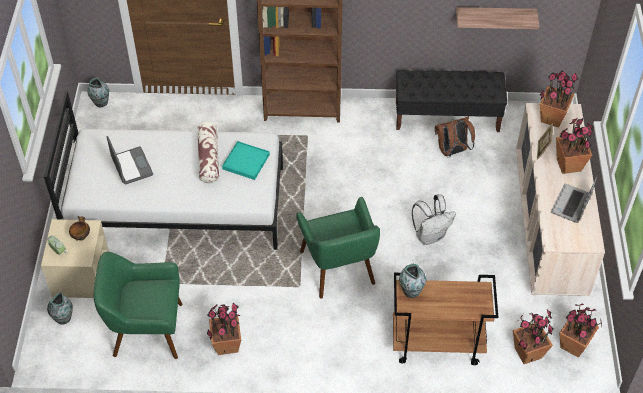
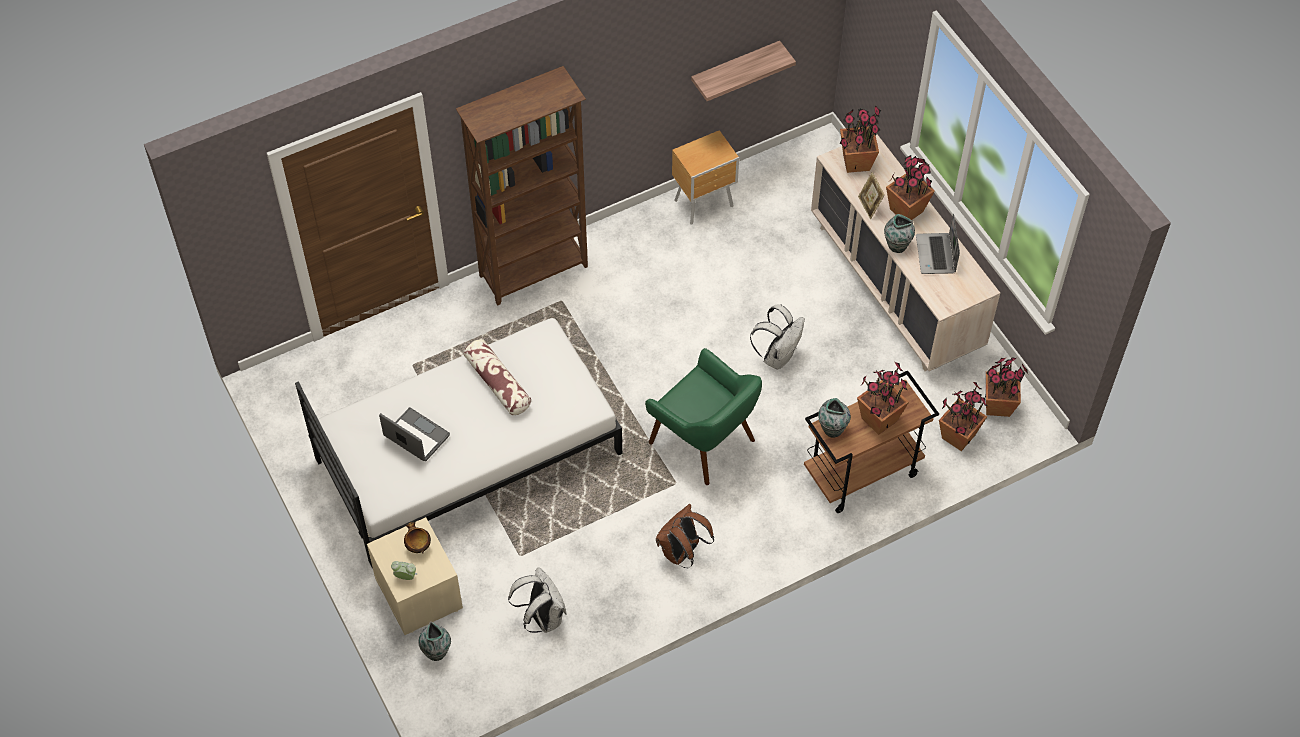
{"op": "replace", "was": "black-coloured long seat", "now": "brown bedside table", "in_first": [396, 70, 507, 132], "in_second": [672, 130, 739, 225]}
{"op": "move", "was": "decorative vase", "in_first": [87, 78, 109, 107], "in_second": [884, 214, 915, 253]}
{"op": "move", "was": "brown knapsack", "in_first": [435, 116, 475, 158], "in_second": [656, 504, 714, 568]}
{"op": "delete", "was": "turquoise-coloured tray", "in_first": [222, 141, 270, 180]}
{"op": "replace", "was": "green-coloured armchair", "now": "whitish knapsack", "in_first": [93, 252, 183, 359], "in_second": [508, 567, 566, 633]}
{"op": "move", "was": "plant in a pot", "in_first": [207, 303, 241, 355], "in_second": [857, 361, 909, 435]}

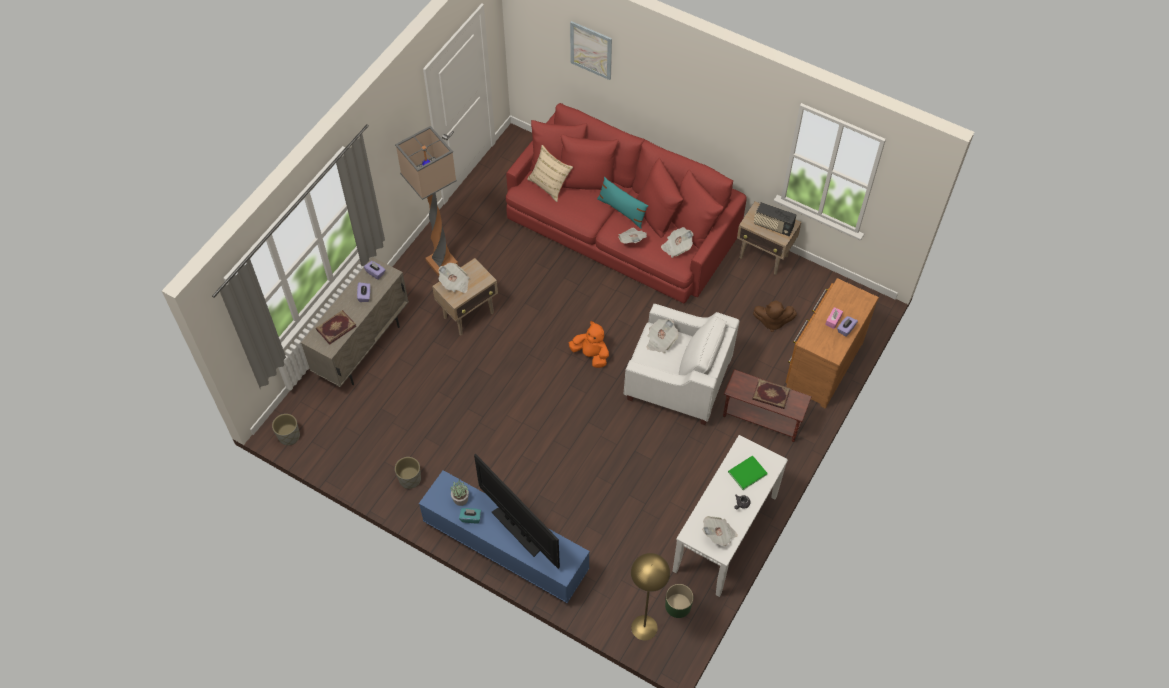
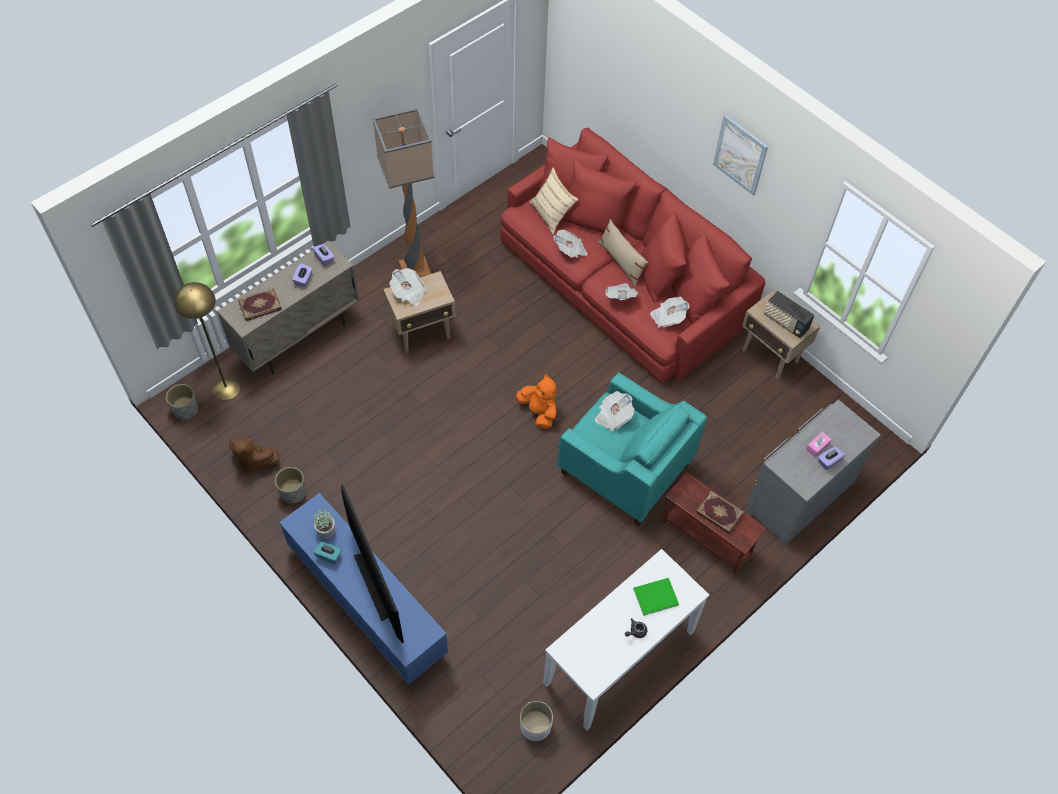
{"op": "move", "was": "picture", "in_first": [570, 21, 612, 80], "in_second": [713, 115, 768, 196]}
{"op": "recolor", "was": "turquoise-coloured throw pillow", "now": "beige throw pillow", "in_first": [597, 177, 648, 229], "in_second": [598, 219, 648, 287]}
{"op": "recolor", "was": "brown dresser", "now": "grey dresser", "in_first": [785, 278, 879, 409], "in_second": [746, 400, 881, 546]}
{"op": "move", "was": "brown soft toy", "in_first": [753, 300, 797, 332], "in_second": [229, 437, 280, 473]}
{"op": "recolor", "was": "whitish armchair", "now": "turquoise-coloured armchair", "in_first": [624, 304, 740, 425], "in_second": [557, 373, 707, 526]}
{"op": "move", "was": "printed paper", "in_first": [702, 516, 738, 546], "in_second": [553, 229, 588, 258]}
{"op": "move", "was": "yellow standing lamp", "in_first": [631, 553, 670, 641], "in_second": [174, 282, 240, 400]}
{"op": "recolor", "was": "green-coloured planter", "now": "whitish planter", "in_first": [665, 584, 693, 618], "in_second": [520, 701, 553, 741]}

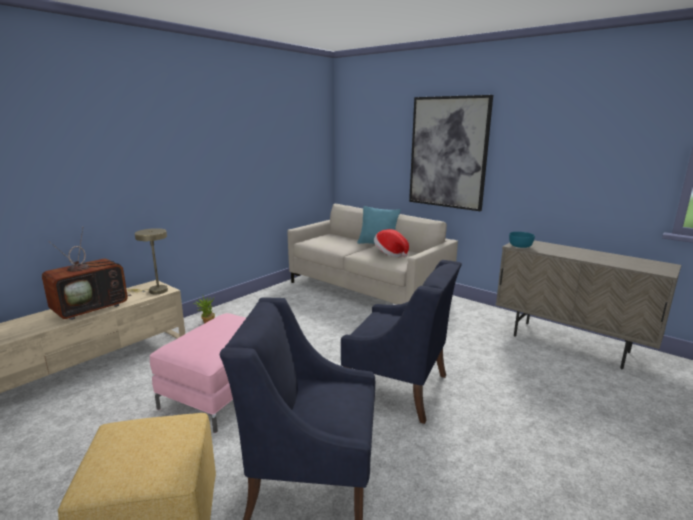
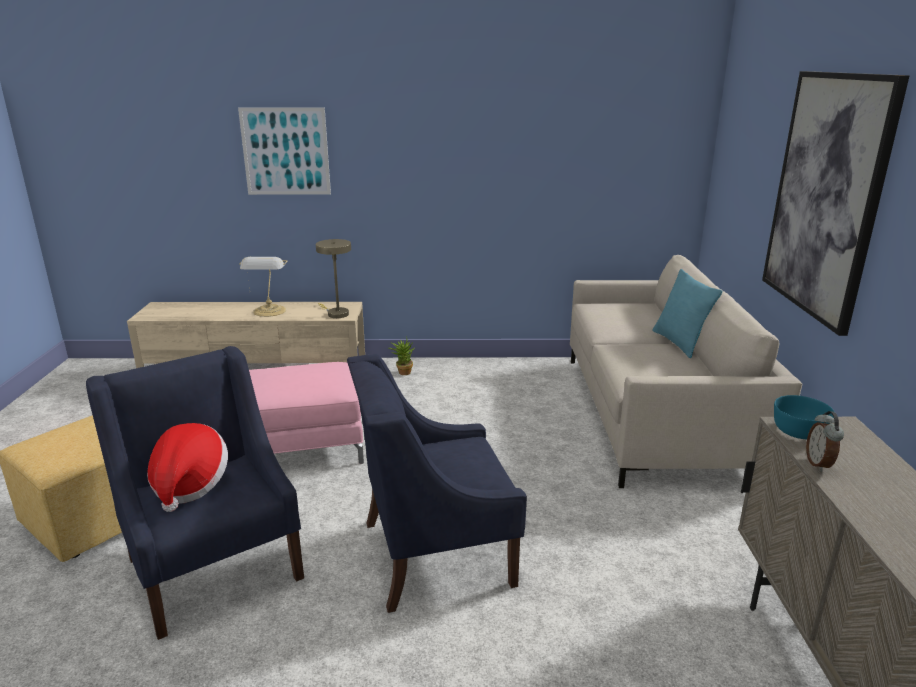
{"op": "replace", "was": "TV set", "now": "table lamp", "in_first": [42, 227, 132, 320], "in_second": [239, 257, 287, 317]}
{"op": "move", "was": "clothing hat", "in_first": [374, 229, 409, 257], "in_second": [147, 423, 228, 512]}
{"op": "rotate", "was": "blue armchair", "in_first": [341, 260, 462, 424], "in_second": [347, 354, 527, 613], "clockwise": 90}
{"op": "insert", "now": "picture", "in_second": [238, 107, 331, 195]}
{"op": "insert", "now": "bedside clock", "in_second": [806, 411, 844, 472]}

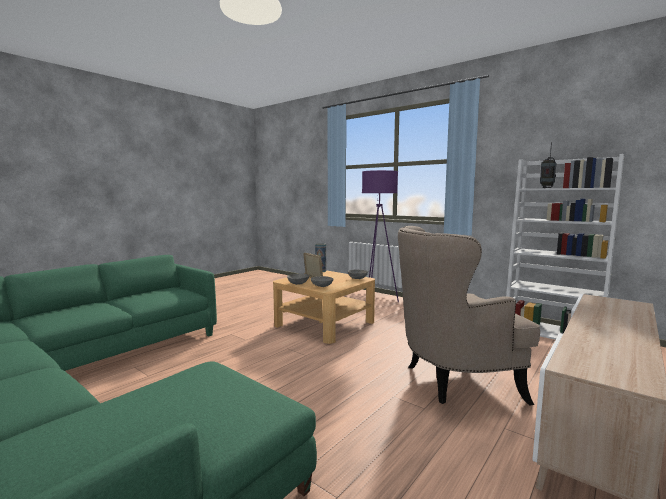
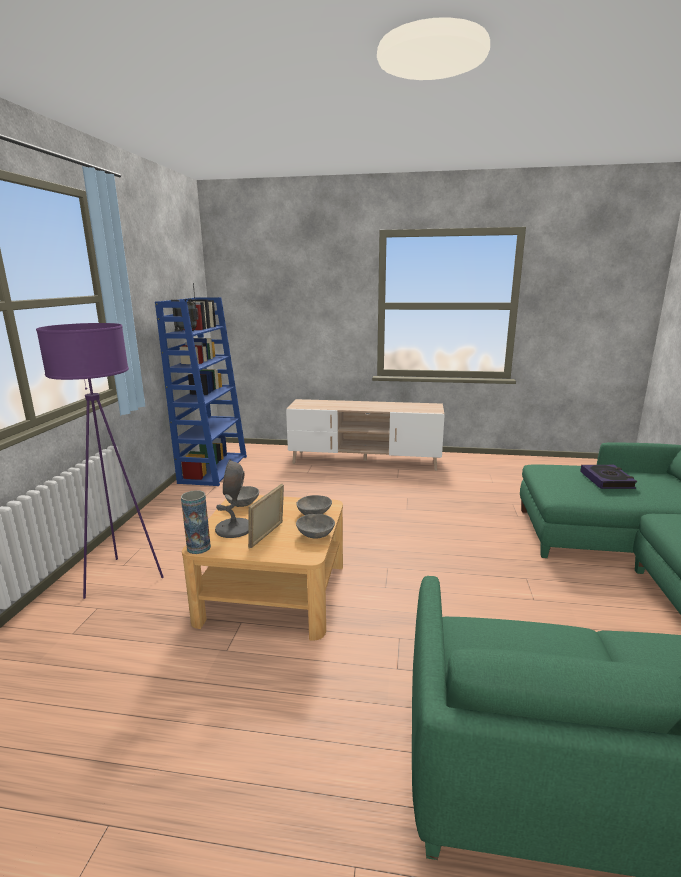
{"op": "recolor", "was": "whitish bookshelf", "now": "blue bookshelf", "in_first": [506, 154, 624, 340], "in_second": [155, 297, 247, 486]}
{"op": "delete", "was": "beige armchair", "in_first": [398, 226, 540, 405]}
{"op": "insert", "now": "grey table lamp", "in_second": [215, 459, 249, 538]}
{"op": "insert", "now": "bound book", "in_second": [580, 465, 637, 489]}

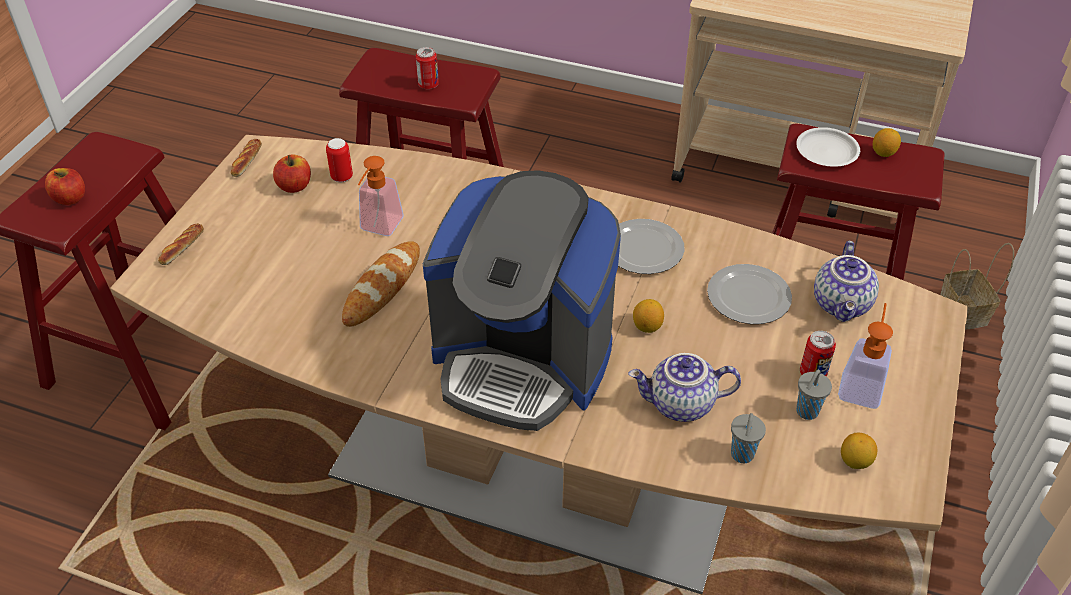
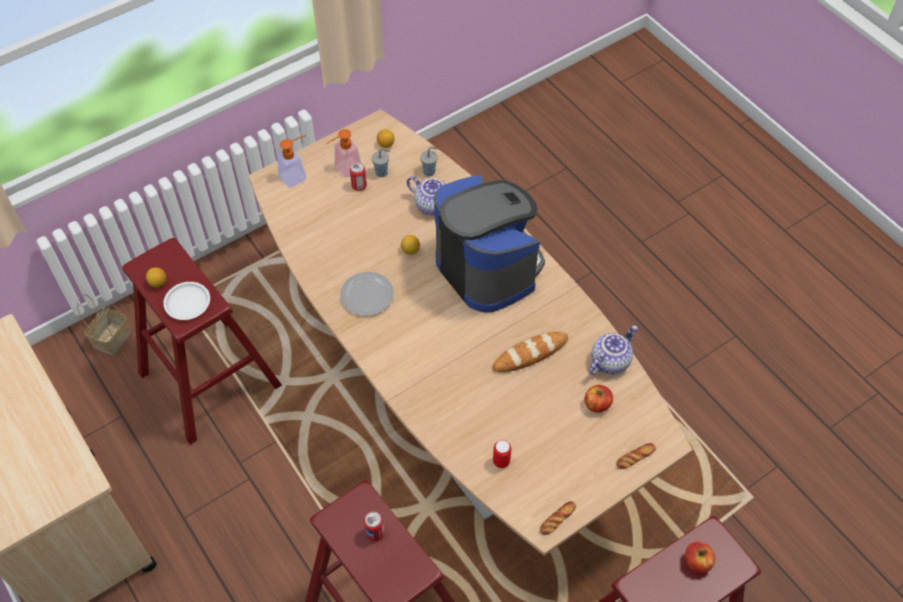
{"op": "move", "was": "apple fruit", "in_first": [273, 154, 311, 193], "in_second": [585, 385, 613, 412]}
{"op": "move", "was": "soap dispenser", "in_first": [358, 156, 403, 236], "in_second": [277, 135, 307, 188]}
{"op": "move", "was": "teapot", "in_first": [814, 241, 879, 322], "in_second": [589, 325, 638, 375]}
{"op": "delete", "was": "flat dish", "in_first": [707, 264, 792, 324]}

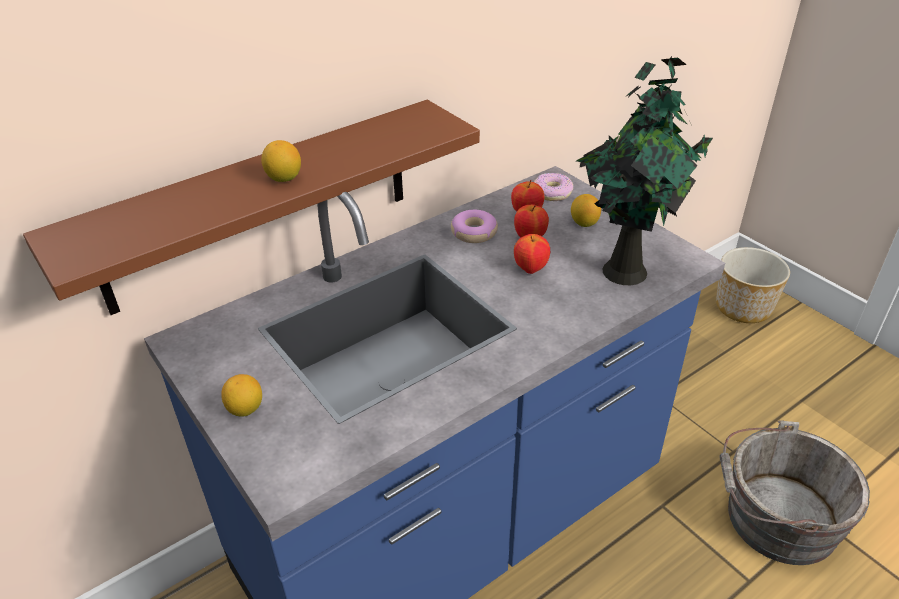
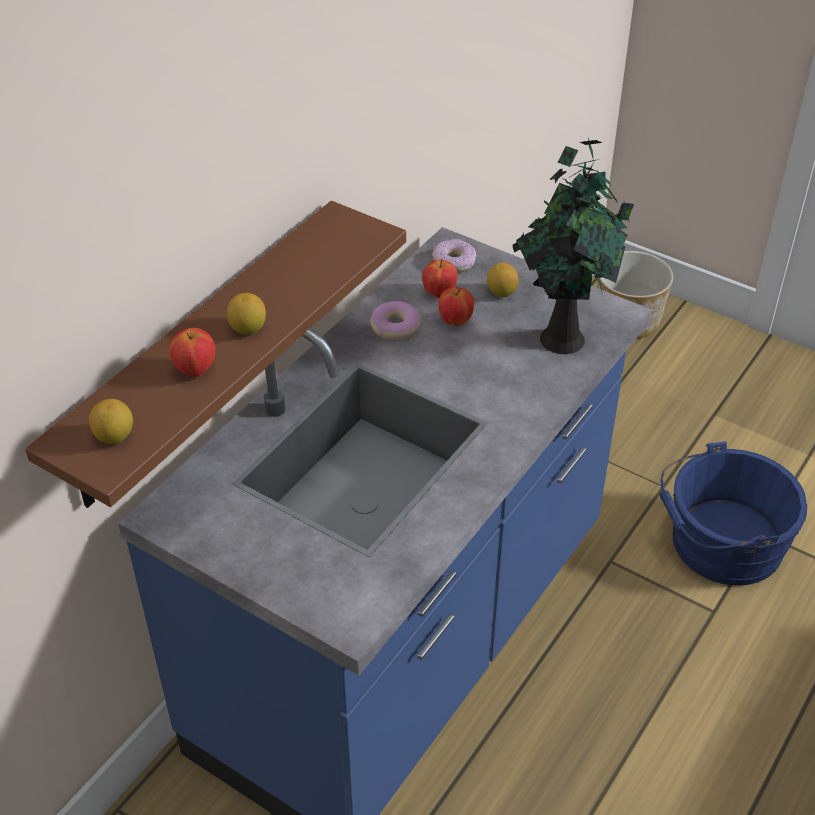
{"op": "move", "was": "apple fruit", "in_first": [514, 234, 550, 274], "in_second": [169, 328, 215, 377]}
{"op": "move", "was": "whole lemon", "in_first": [221, 374, 262, 417], "in_second": [89, 399, 133, 444]}
{"op": "recolor", "was": "grey water bucket", "now": "blue water bucket", "in_first": [719, 420, 870, 565], "in_second": [659, 441, 807, 585]}

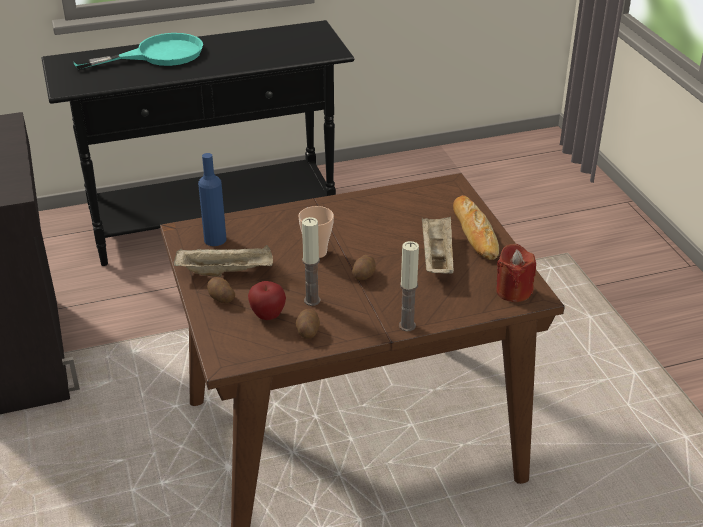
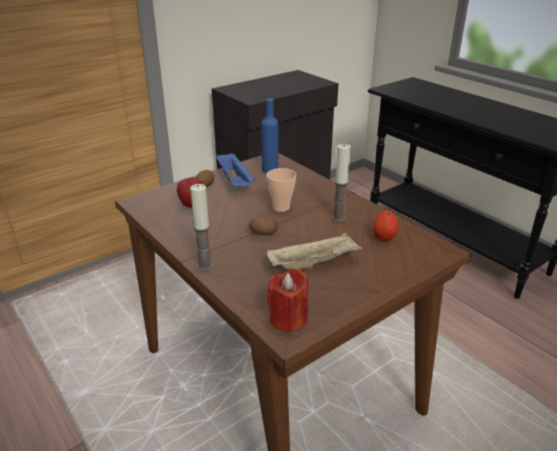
{"op": "delete", "was": "turquoise-coloured frying pan", "in_first": [74, 33, 203, 69]}
{"op": "delete", "was": "bakery bread", "in_first": [453, 195, 499, 260]}
{"op": "move", "was": "candle", "in_first": [302, 217, 321, 306], "in_second": [333, 144, 351, 221]}
{"op": "recolor", "was": "beige tray", "now": "blue tray", "in_first": [174, 245, 273, 277], "in_second": [216, 153, 255, 186]}
{"op": "delete", "was": "whole potato", "in_first": [296, 309, 320, 339]}
{"op": "insert", "now": "apple fruit", "in_second": [373, 210, 398, 241]}

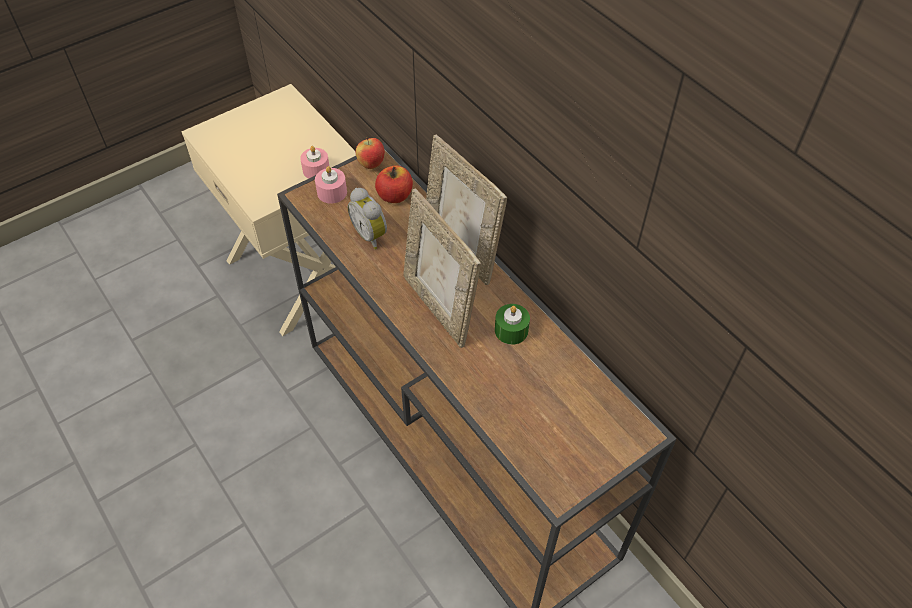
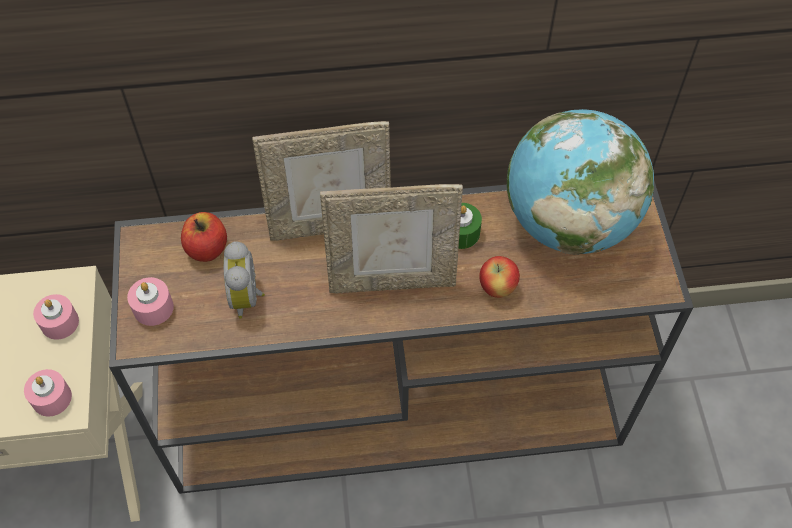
{"op": "move", "was": "apple fruit", "in_first": [356, 137, 385, 169], "in_second": [479, 256, 520, 298]}
{"op": "rotate", "was": "bedside clock", "in_first": [348, 188, 387, 249], "in_second": [223, 241, 265, 319], "clockwise": 90}
{"op": "insert", "now": "world globe", "in_second": [507, 109, 654, 255]}
{"op": "insert", "now": "pink-coloured candle", "in_second": [24, 369, 72, 417]}

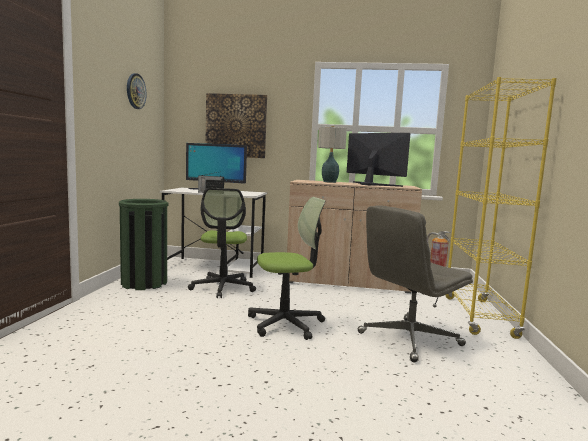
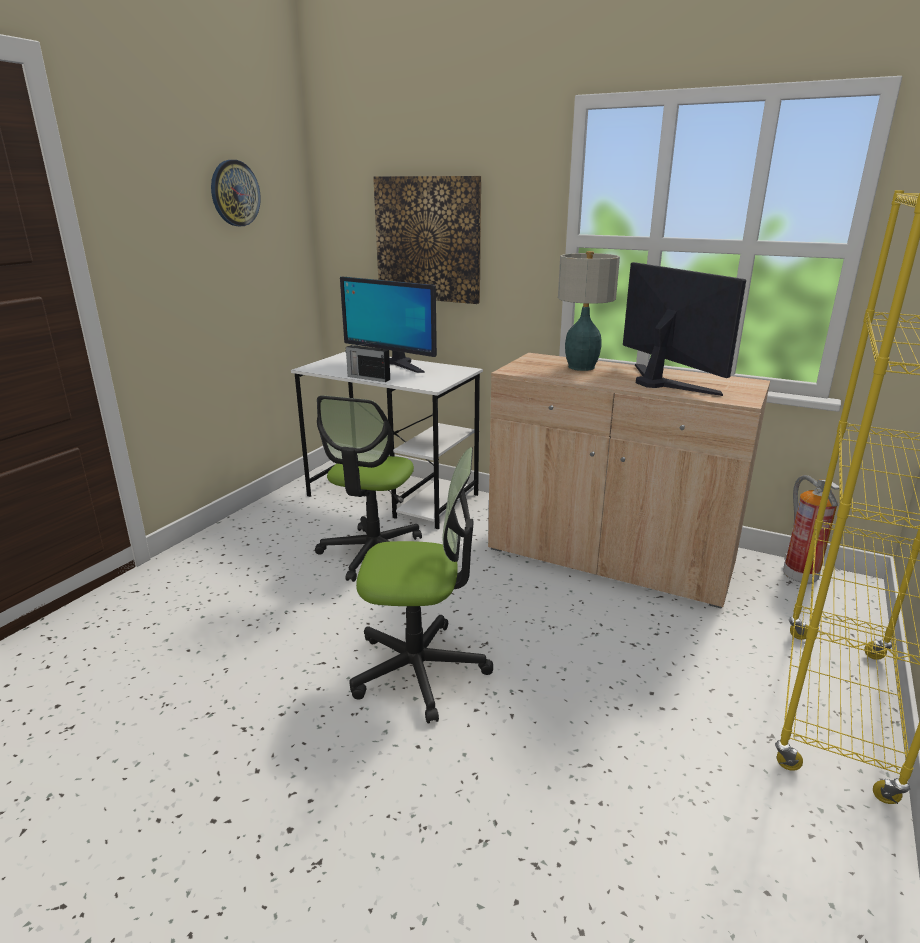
{"op": "delete", "was": "green-coloured rubbish bin", "in_first": [119, 199, 169, 290]}
{"op": "delete", "was": "grey office chair", "in_first": [357, 205, 473, 362]}

